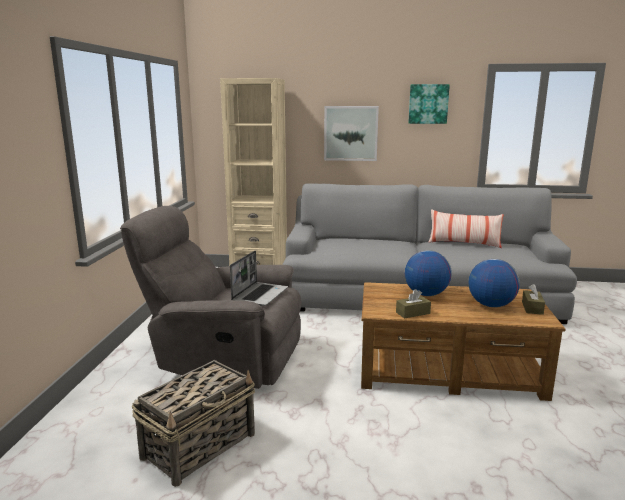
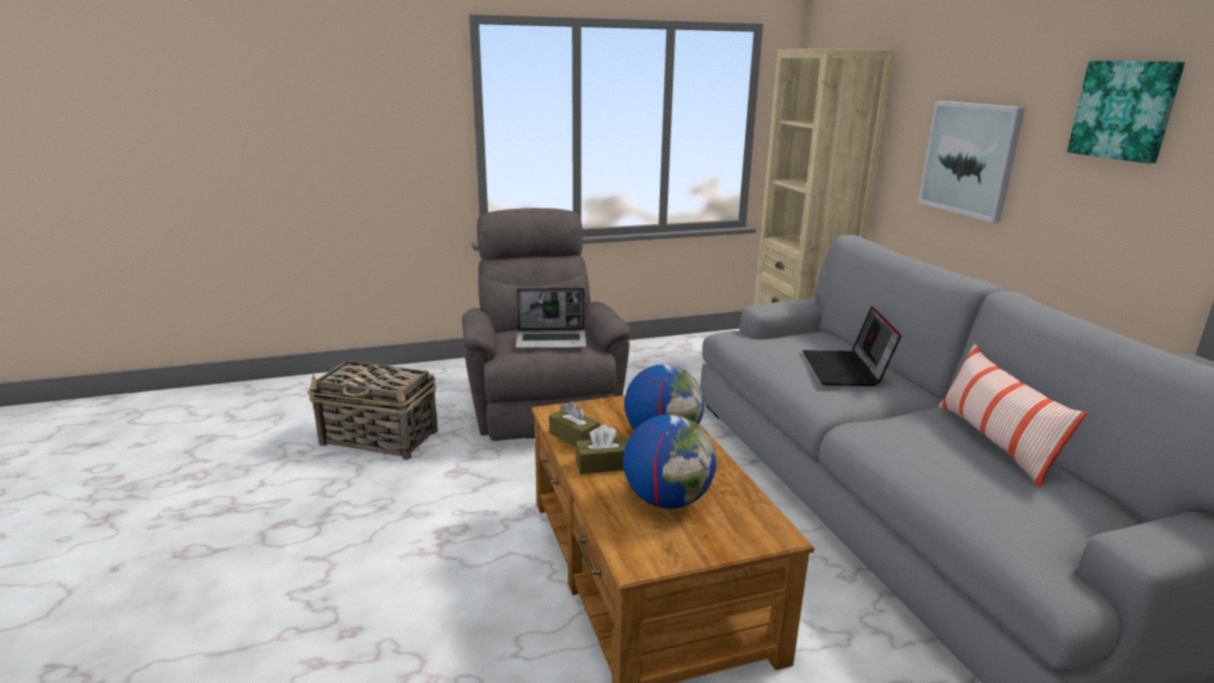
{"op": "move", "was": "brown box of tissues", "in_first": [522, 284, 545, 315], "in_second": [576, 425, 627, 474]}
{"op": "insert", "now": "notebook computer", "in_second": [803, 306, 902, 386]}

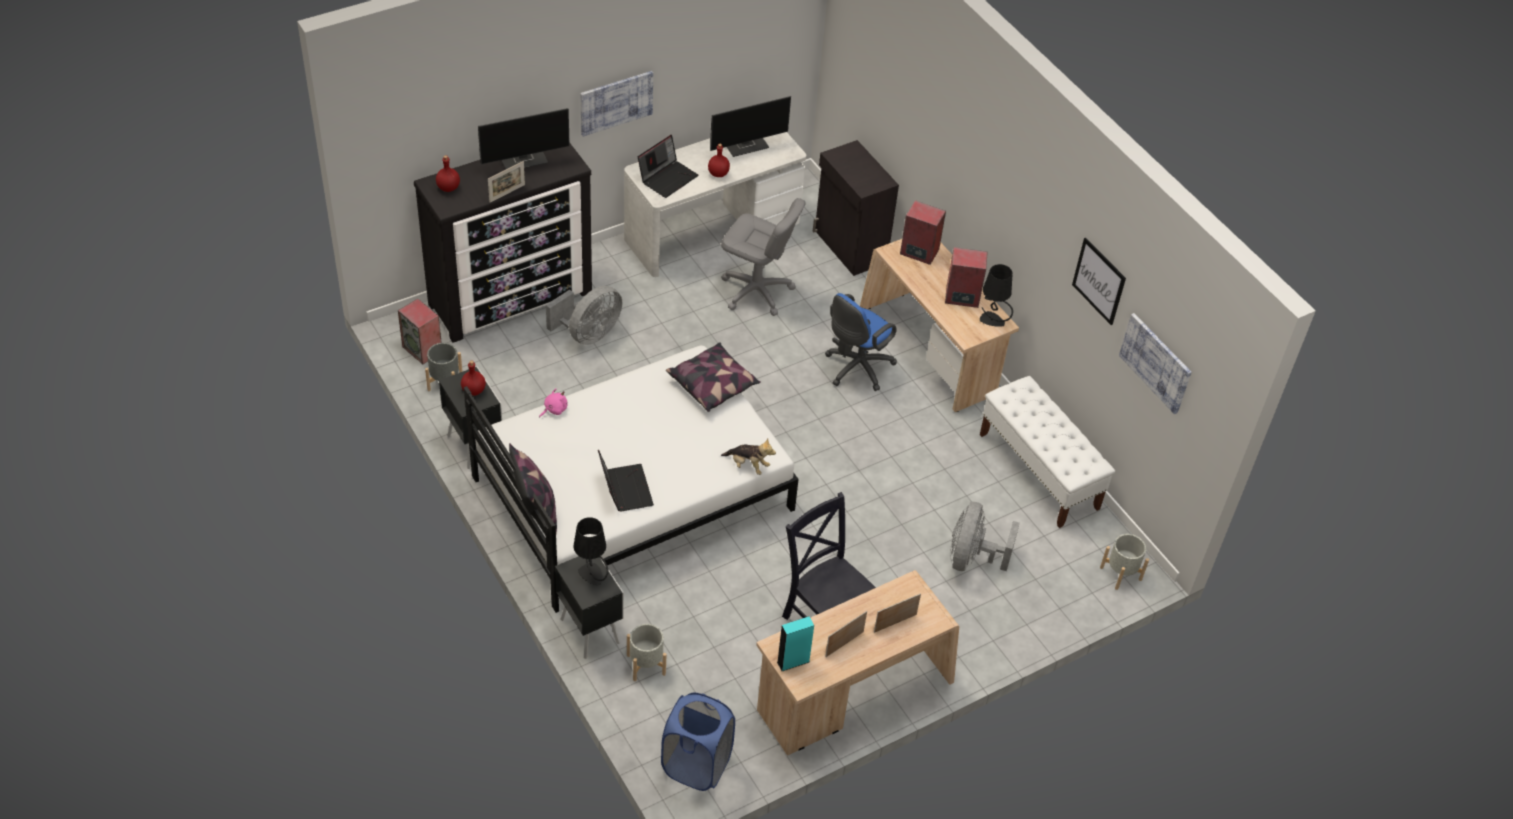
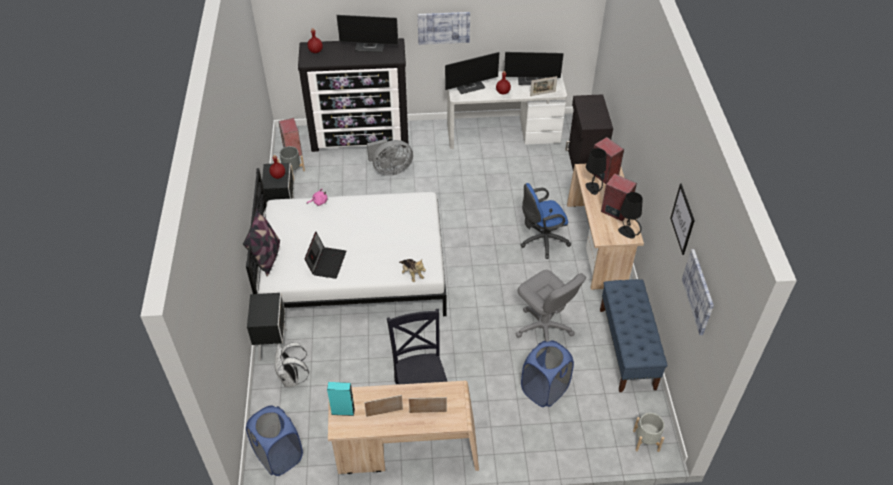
{"op": "replace", "was": "notebook computer", "now": "monitor", "in_first": [638, 135, 698, 198], "in_second": [445, 52, 499, 94]}
{"op": "move", "was": "photo frame", "in_first": [488, 161, 525, 203], "in_second": [530, 76, 557, 96]}
{"op": "move", "was": "grey office chair", "in_first": [721, 198, 806, 316], "in_second": [516, 270, 586, 342]}
{"op": "delete", "was": "throw pillow", "in_first": [666, 342, 761, 412]}
{"op": "recolor", "was": "whitish long seat", "now": "blue long seat", "in_first": [980, 376, 1115, 528], "in_second": [600, 279, 667, 392]}
{"op": "replace", "was": "grey electric fan", "now": "blue hamper", "in_first": [950, 502, 1020, 571], "in_second": [521, 340, 574, 407]}
{"op": "move", "was": "black-coloured table lamp", "in_first": [574, 517, 609, 585], "in_second": [586, 148, 606, 195]}
{"op": "replace", "was": "grey planter", "now": "whitish knapsack", "in_first": [627, 624, 667, 681], "in_second": [275, 342, 309, 387]}

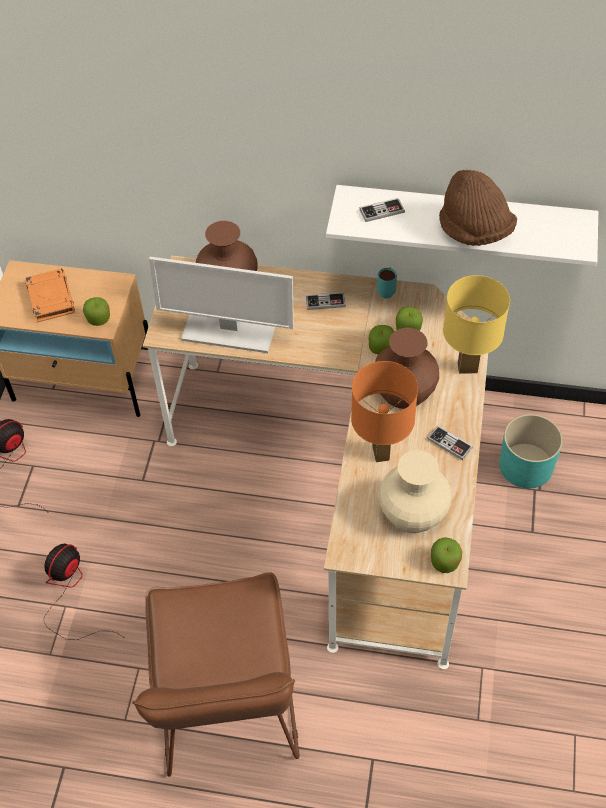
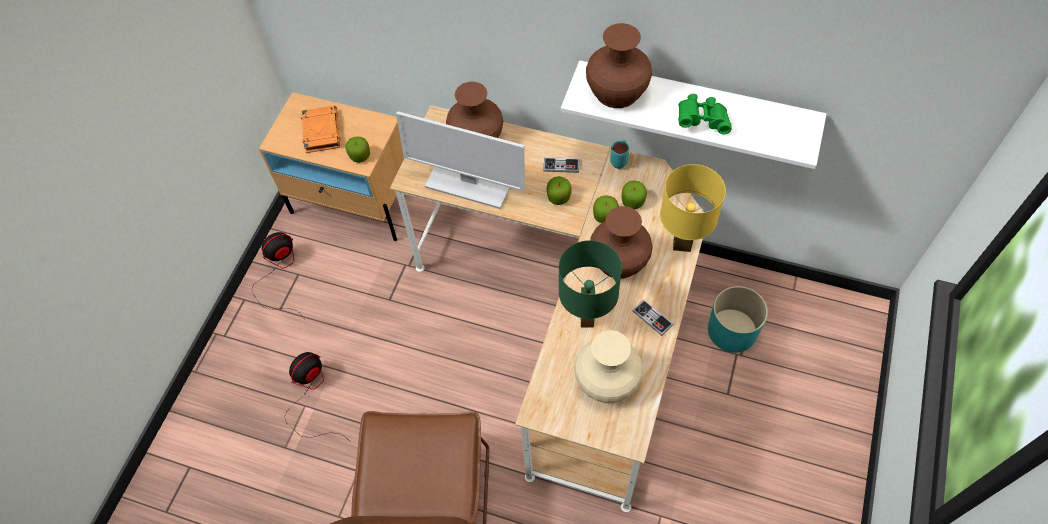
{"op": "replace", "was": "brown clothing hat", "now": "green-coloured binoculars", "in_first": [439, 170, 517, 246], "in_second": [678, 94, 732, 134]}
{"op": "replace", "was": "joypad", "now": "brown decorative vase", "in_first": [359, 198, 405, 222], "in_second": [586, 23, 652, 108]}
{"op": "recolor", "was": "orangey table lamp", "now": "green-coloured table lamp", "in_first": [351, 361, 418, 462], "in_second": [559, 240, 622, 328]}
{"op": "move", "was": "apple fruit", "in_first": [431, 537, 462, 573], "in_second": [546, 176, 572, 205]}

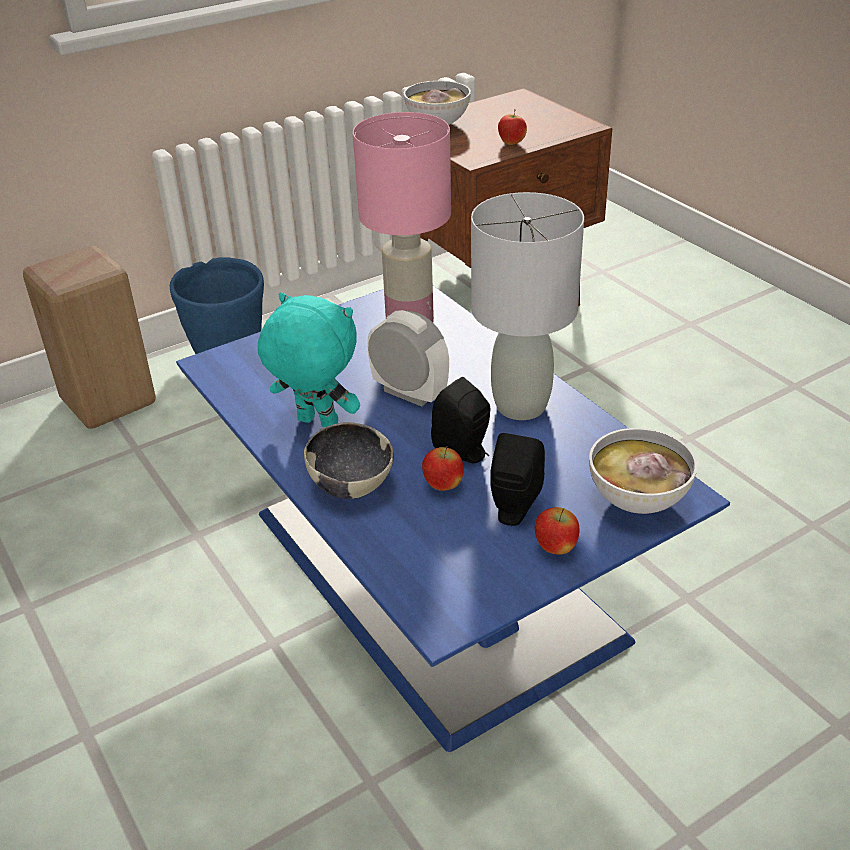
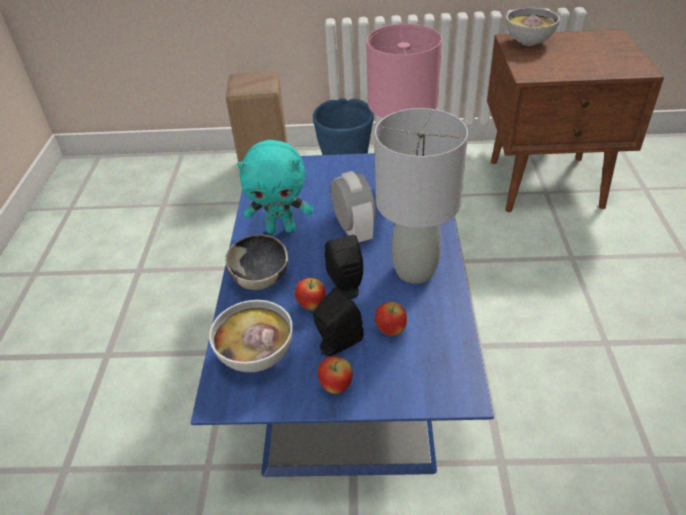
{"op": "move", "was": "apple fruit", "in_first": [498, 112, 527, 145], "in_second": [375, 302, 407, 335]}
{"op": "rotate", "was": "turquoise-coloured soft toy", "in_first": [258, 292, 360, 427], "in_second": [237, 140, 313, 234], "clockwise": 120}
{"op": "move", "was": "bowl", "in_first": [589, 428, 697, 514], "in_second": [209, 300, 293, 372]}

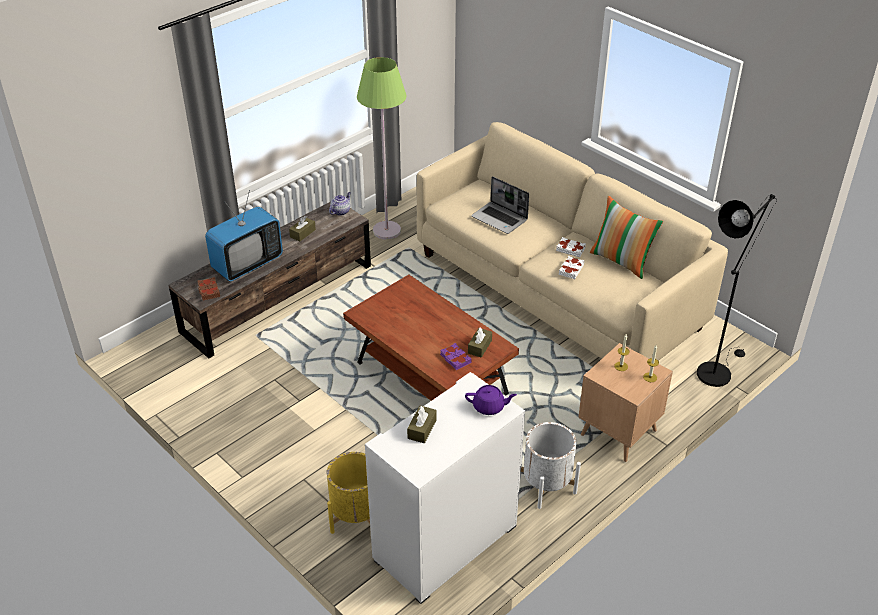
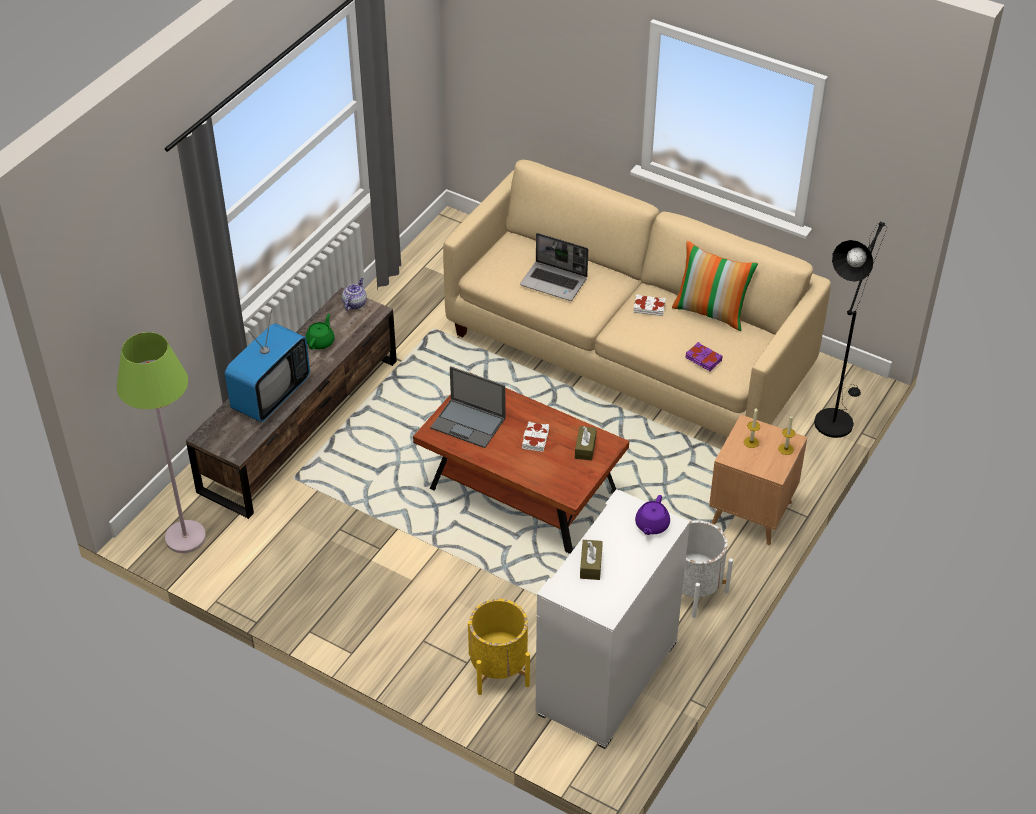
{"op": "move", "was": "green-coloured standing lamp", "in_first": [357, 57, 406, 240], "in_second": [117, 332, 206, 553]}
{"op": "replace", "was": "brown box of tissues", "now": "green-coloured teapot", "in_first": [289, 216, 316, 242], "in_second": [305, 313, 335, 349]}
{"op": "move", "was": "whitish bound book", "in_first": [559, 256, 584, 279], "in_second": [522, 421, 549, 452]}
{"op": "delete", "was": "brown bound book", "in_first": [198, 277, 220, 301]}
{"op": "move", "was": "purple-coloured bound book", "in_first": [440, 343, 472, 370], "in_second": [685, 342, 723, 371]}
{"op": "rotate", "was": "purple-coloured teapot", "in_first": [465, 385, 517, 415], "in_second": [635, 495, 670, 535], "clockwise": 120}
{"op": "insert", "now": "notebook computer", "in_second": [430, 366, 506, 448]}

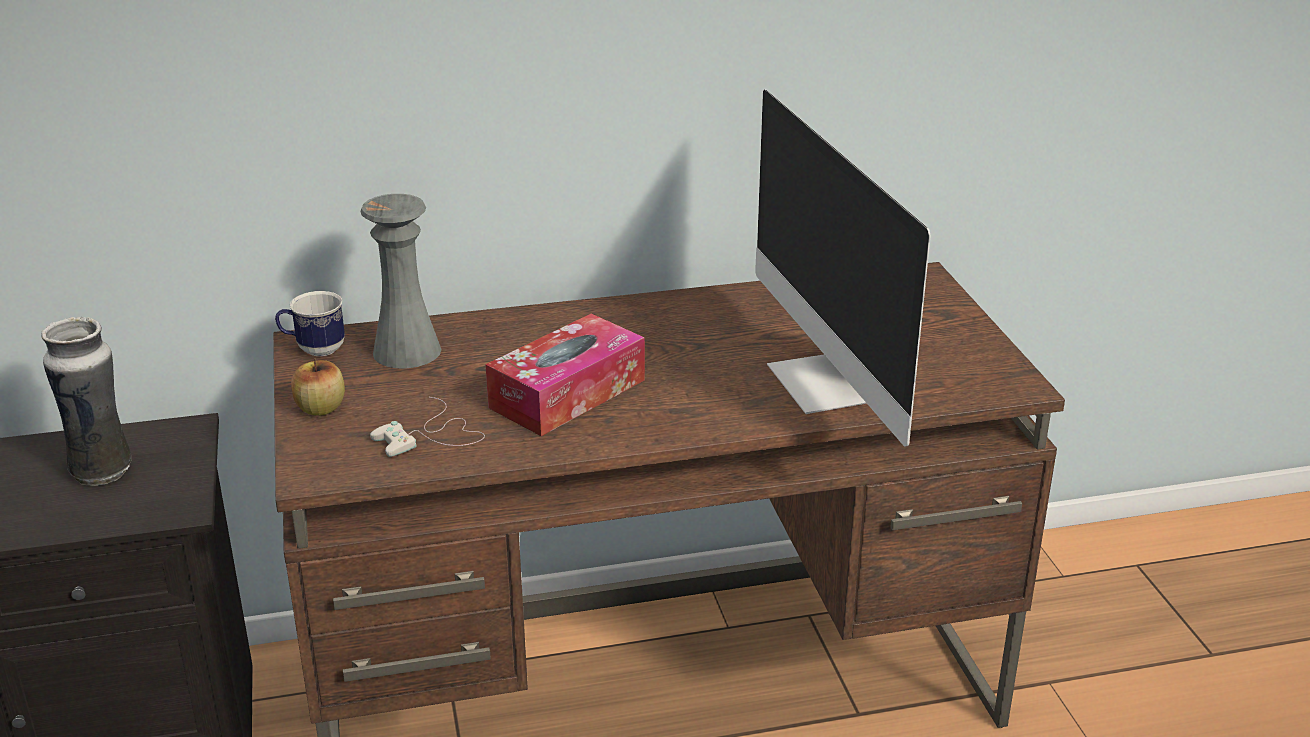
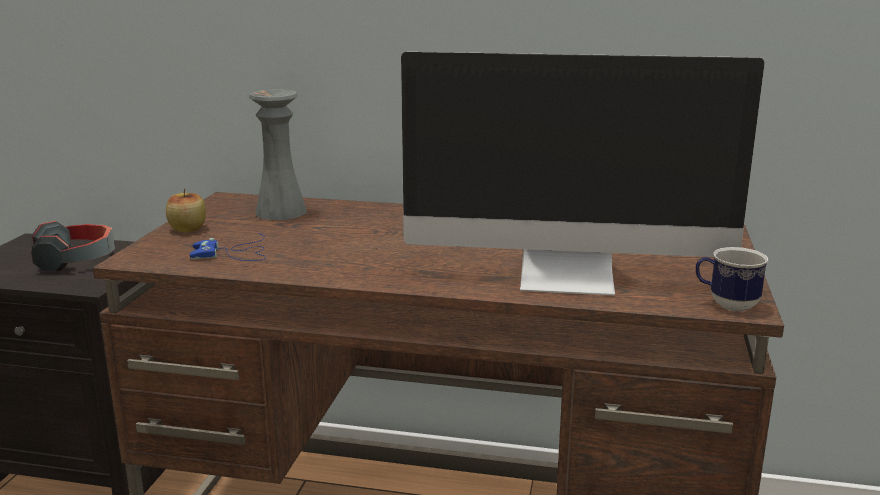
{"op": "rotate", "was": "monitor", "in_first": [755, 89, 930, 447], "in_second": [401, 52, 765, 296], "clockwise": -90}
{"op": "move", "was": "tea mug", "in_first": [275, 291, 345, 356], "in_second": [696, 247, 768, 311]}
{"op": "delete", "was": "box of tissues", "in_first": [486, 314, 645, 436]}
{"op": "replace", "was": "decorative vase", "now": "pair of headphones", "in_first": [41, 317, 132, 486], "in_second": [31, 221, 115, 271]}
{"op": "recolor", "was": "whitish joypad", "now": "blue joypad", "in_first": [370, 397, 485, 457], "in_second": [190, 233, 266, 261]}

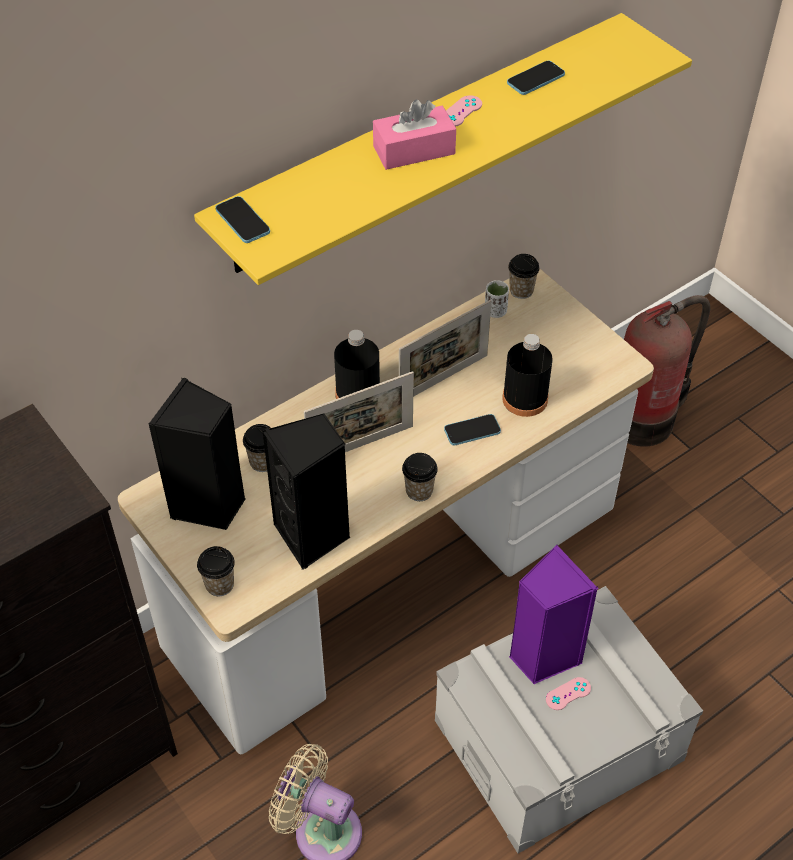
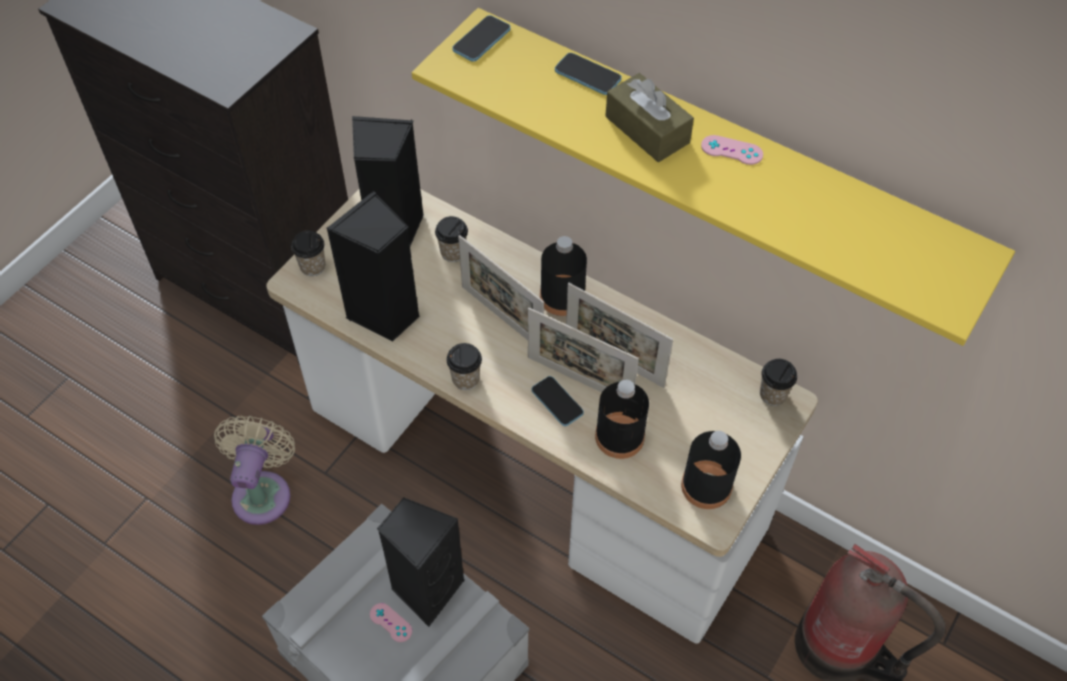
{"op": "move", "was": "handset", "in_first": [507, 61, 565, 95], "in_second": [555, 53, 622, 95]}
{"op": "recolor", "was": "pink-coloured box of tissues", "now": "brown box of tissues", "in_first": [373, 100, 456, 170], "in_second": [605, 73, 694, 162]}
{"op": "delete", "was": "whitish small cup", "in_first": [485, 280, 509, 318]}
{"op": "recolor", "was": "purple-coloured audio speaker", "now": "black-coloured audio speaker", "in_first": [509, 545, 599, 685], "in_second": [377, 497, 464, 627]}
{"op": "insert", "now": "photo frame", "in_second": [528, 308, 639, 393]}
{"op": "insert", "now": "black-coloured beverage bottle", "in_second": [681, 431, 741, 509]}

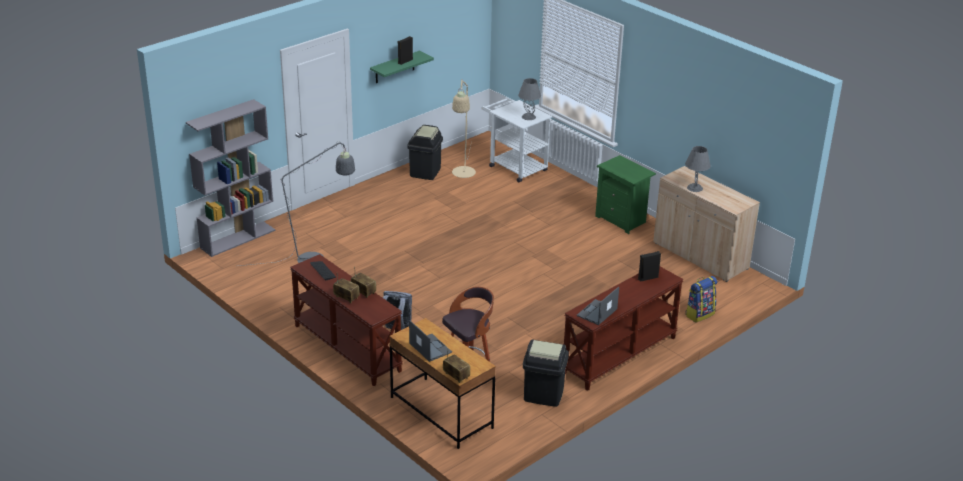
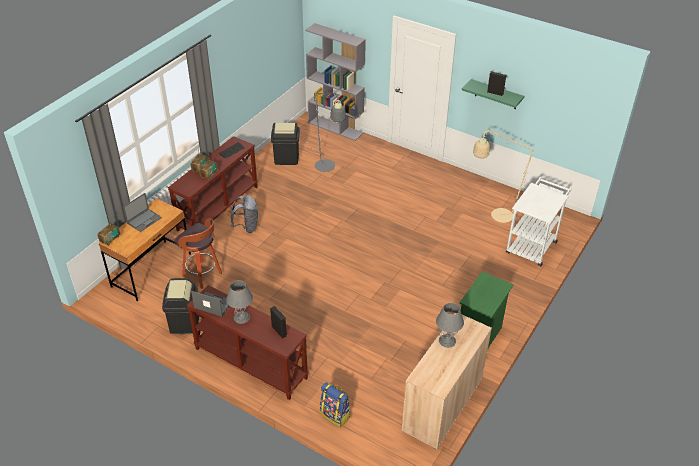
{"op": "move", "was": "grey table lamp", "in_first": [518, 78, 541, 120], "in_second": [226, 280, 253, 324]}
{"op": "move", "was": "black-coloured rubbish bin", "in_first": [407, 125, 443, 180], "in_second": [271, 123, 300, 165]}

